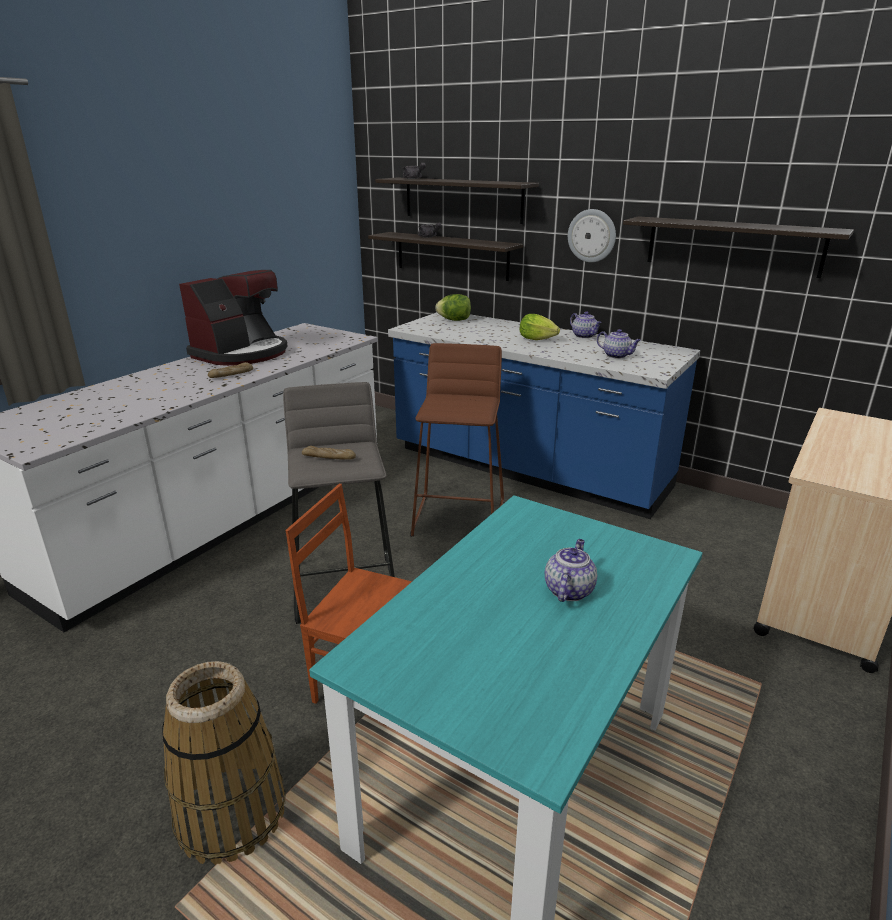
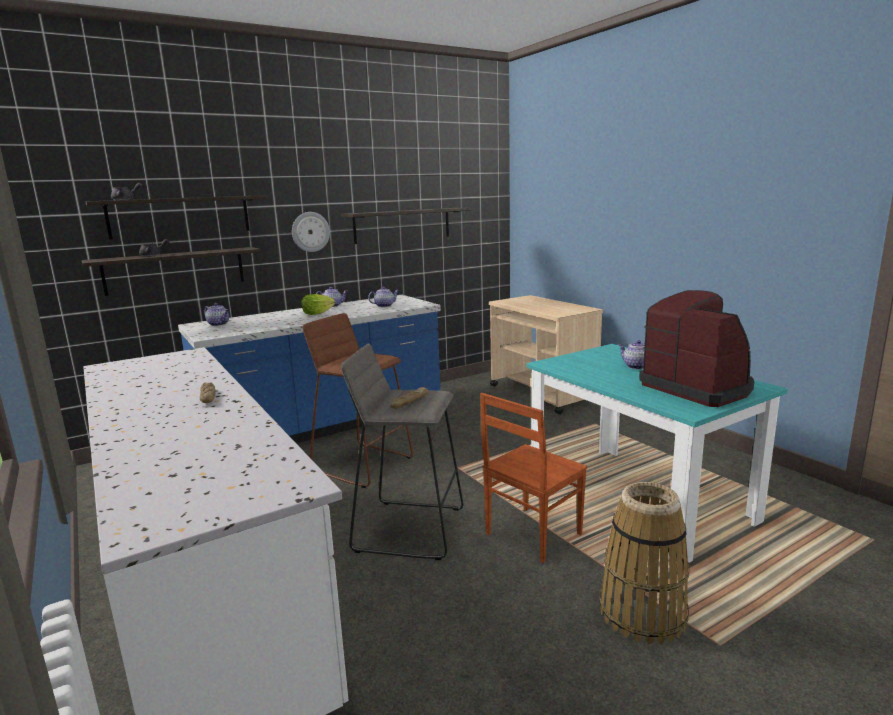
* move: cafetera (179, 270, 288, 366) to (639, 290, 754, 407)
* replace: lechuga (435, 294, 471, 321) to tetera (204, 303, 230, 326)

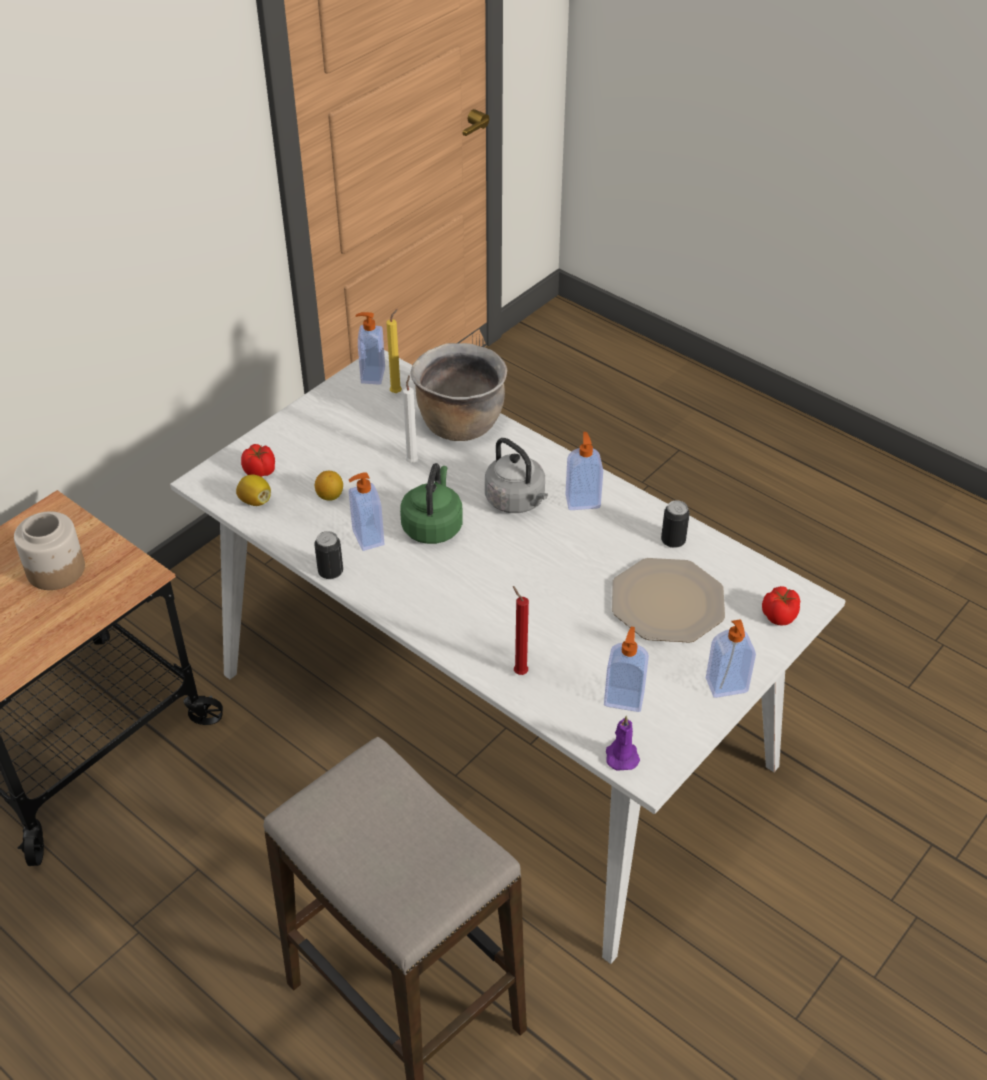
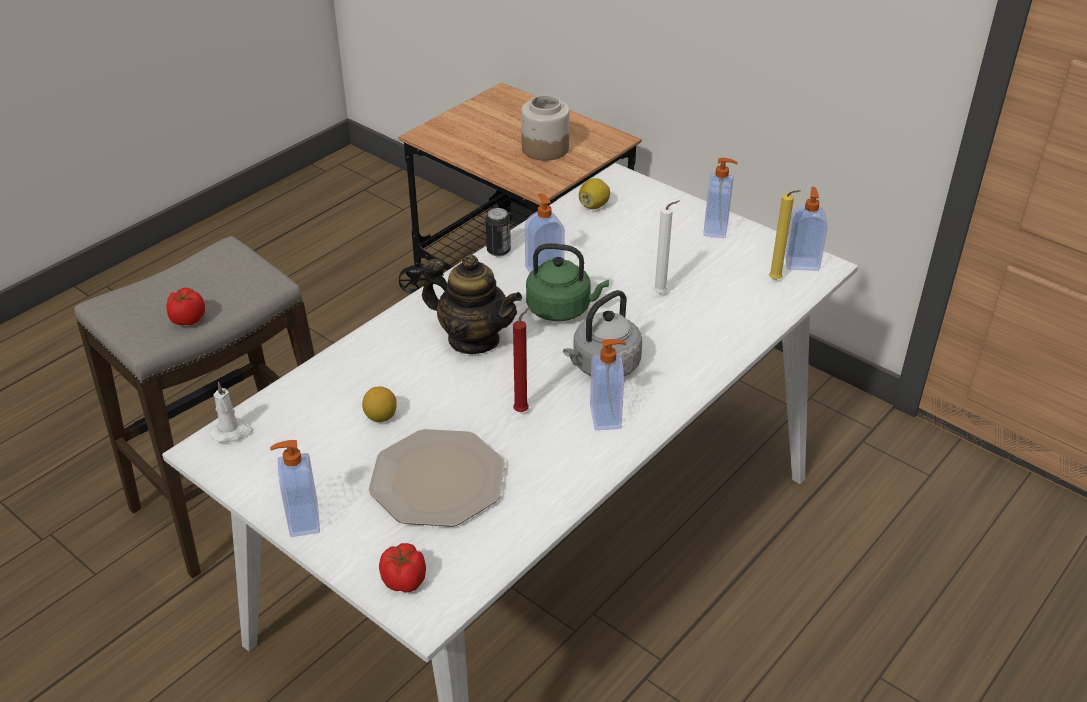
* move: tomate (241, 444, 275, 477) to (166, 288, 205, 325)
* move: limón (315, 471, 343, 501) to (362, 386, 397, 422)
* delete: olla/marrón (410, 343, 507, 441)
* move: vela/rojo (513, 586, 529, 675) to (513, 308, 529, 412)
* move: dispensador de jabón (604, 627, 649, 712) to (703, 158, 738, 238)
* recolor: vela/morado (606, 715, 640, 771) to vela/blanco (210, 382, 253, 443)
* delete: lata (661, 500, 690, 548)
* insert: tetera (422, 255, 522, 354)

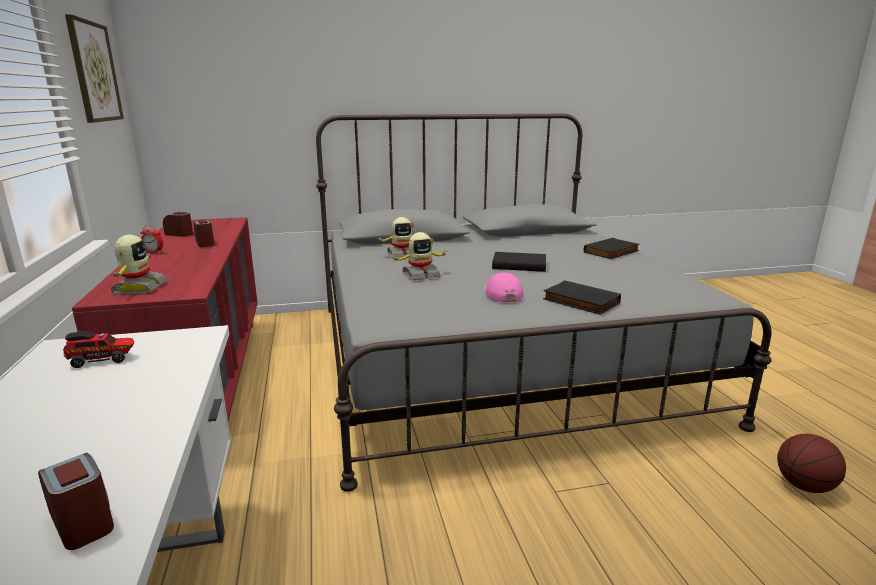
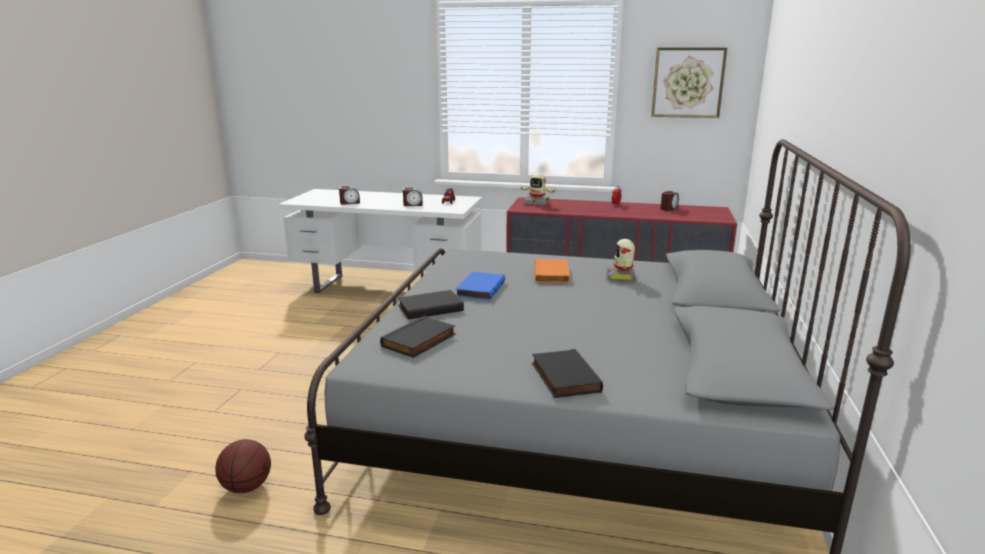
* move: despertador (193, 220, 215, 247) to (403, 188, 423, 206)
* replace: robot de juguete (393, 232, 447, 280) to libro/naranja (535, 259, 570, 283)
* replace: gorra/rosa (485, 273, 524, 302) to libro/azul (456, 272, 505, 301)
* move: libro/negro (492, 252, 546, 272) to (380, 316, 456, 358)

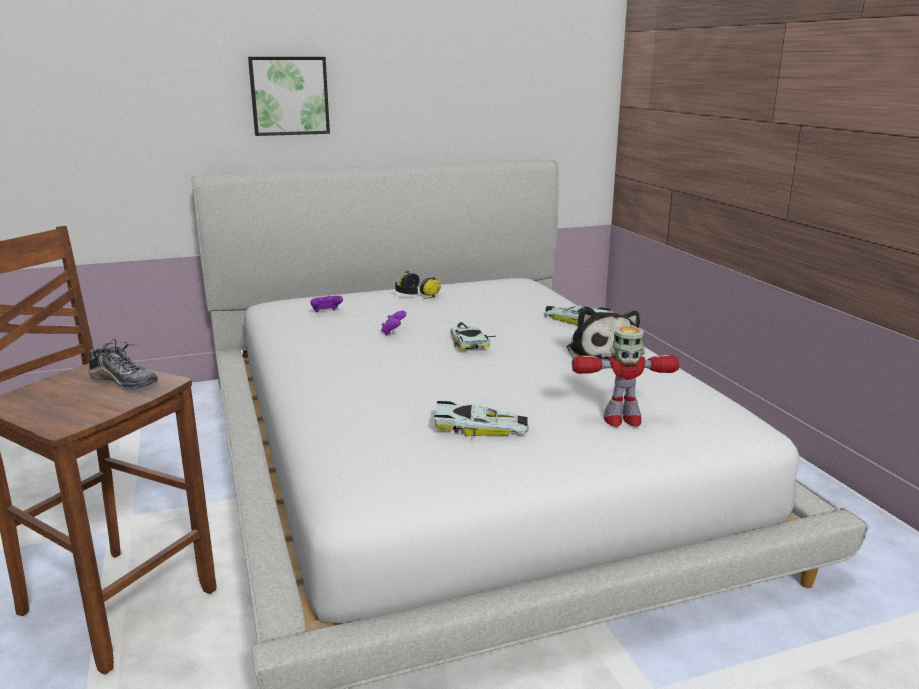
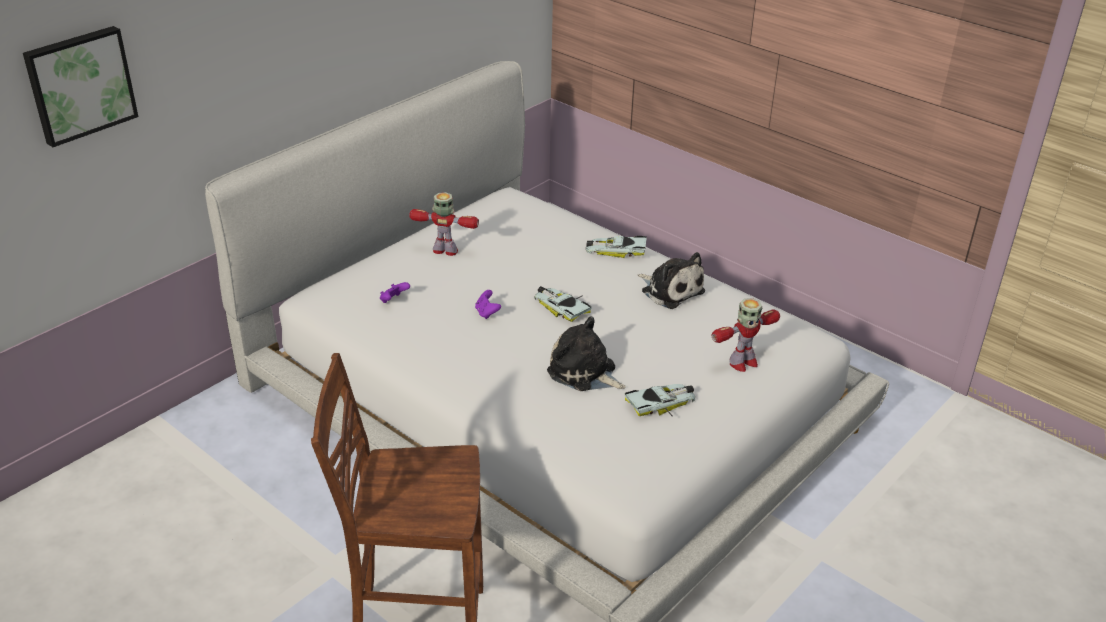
* delete: zapato (89, 339, 158, 390)
* move: cuadro (248, 57, 330, 136) to (23, 26, 138, 147)
* replace: auriculares (395, 271, 441, 299) to robot de juguete (409, 192, 479, 256)
* insert: peluche (547, 316, 626, 391)

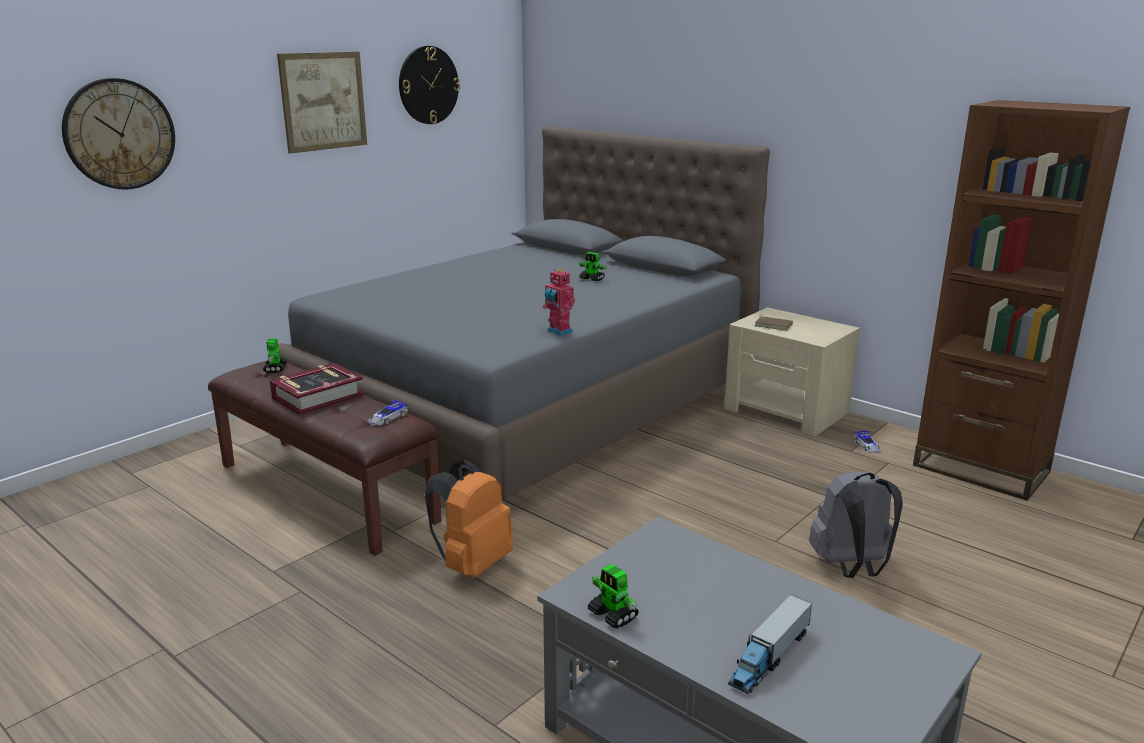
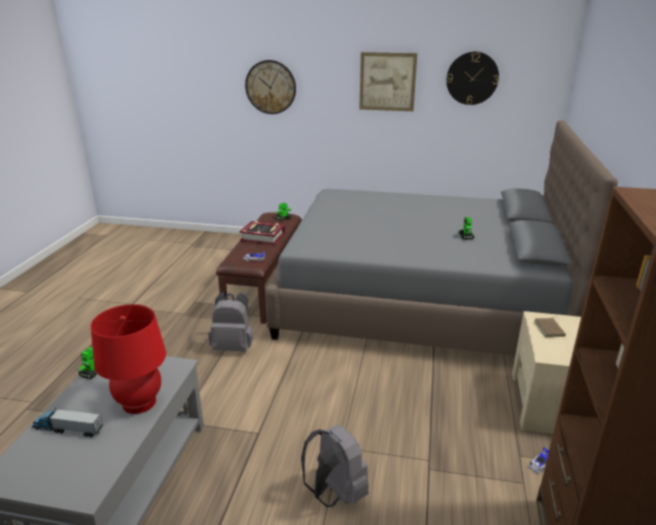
* recolor: mochila/naranja (425, 461, 513, 578) to mochila/gris (208, 292, 253, 351)
* delete: robot de juguete (543, 269, 575, 336)
* insert: lámpara de mesa/rojo (91, 304, 166, 414)

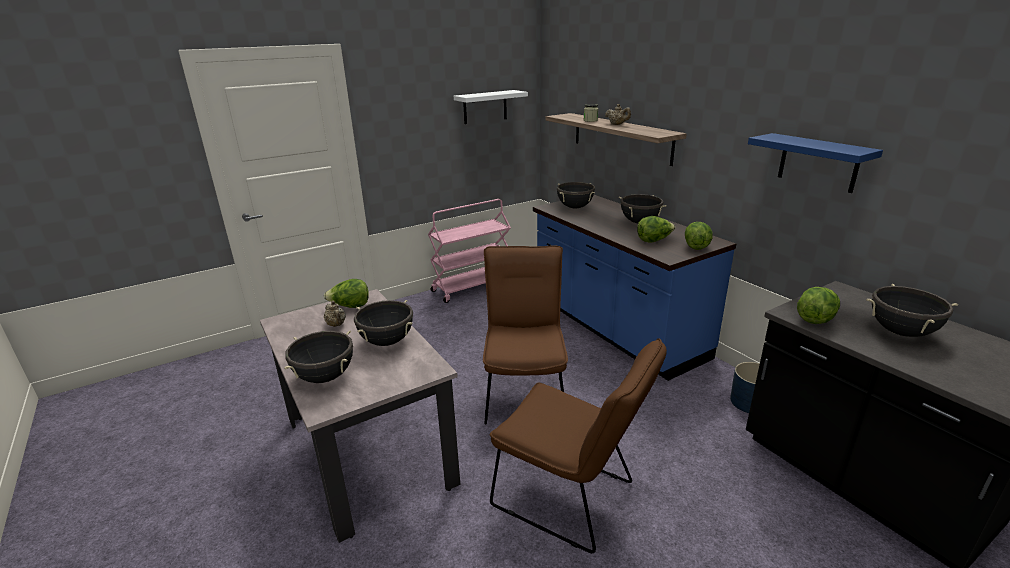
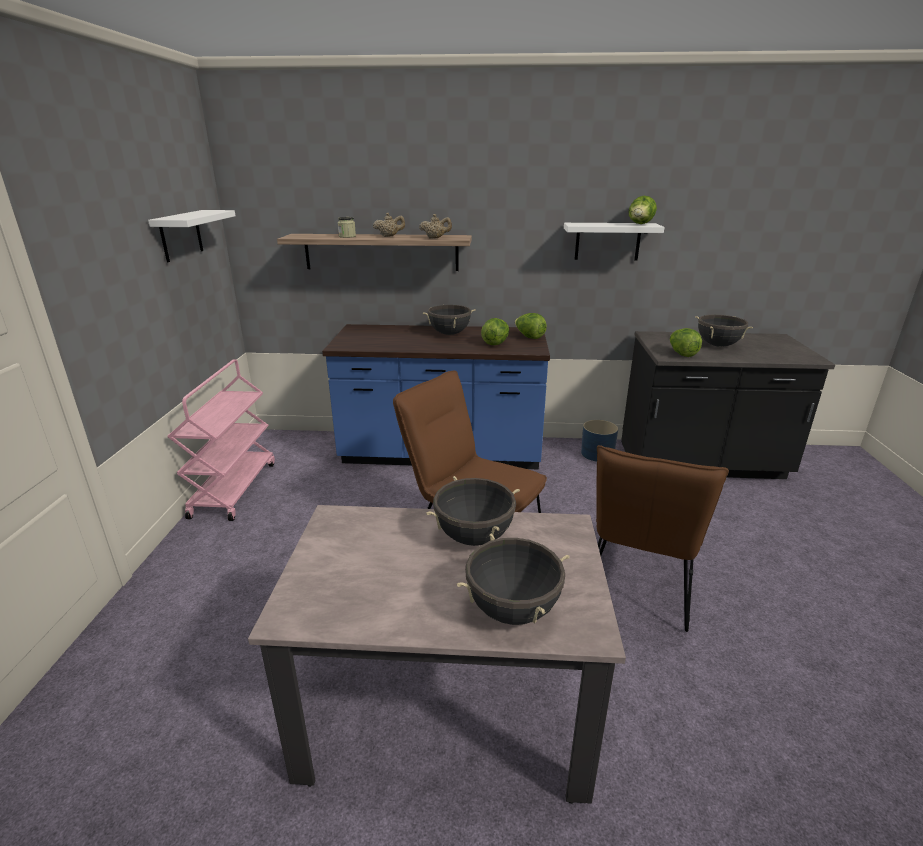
* move: lechuga (324, 279, 369, 308) to (628, 196, 657, 224)
* move: tetera/beis (324, 301, 346, 327) to (419, 214, 452, 239)
* rotate: silla/marrón (490, 338, 667, 553) = (596, 445, 729, 632) 135 degrees clockwise
* delete: olla/negro (557, 182, 595, 209)
* recolor: estante/azul (748, 133, 883, 193) to estante/blanco (564, 223, 665, 260)

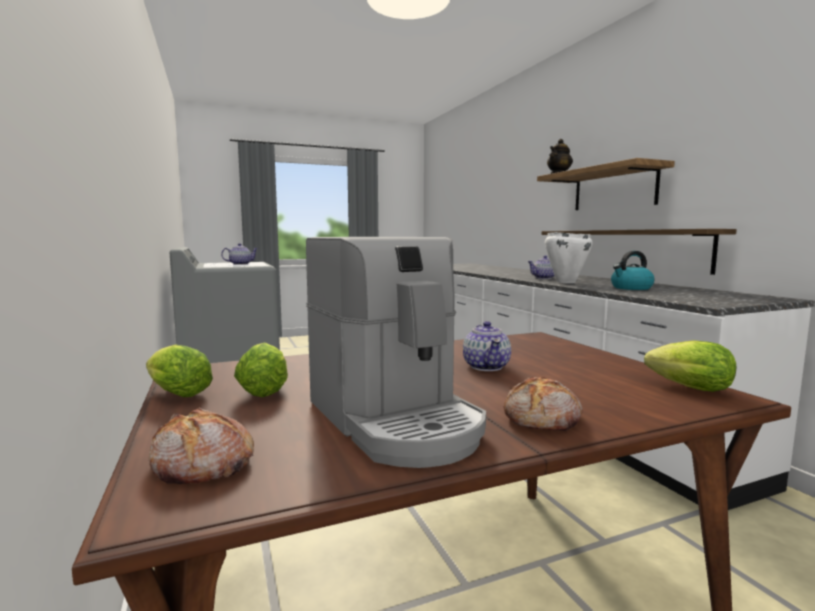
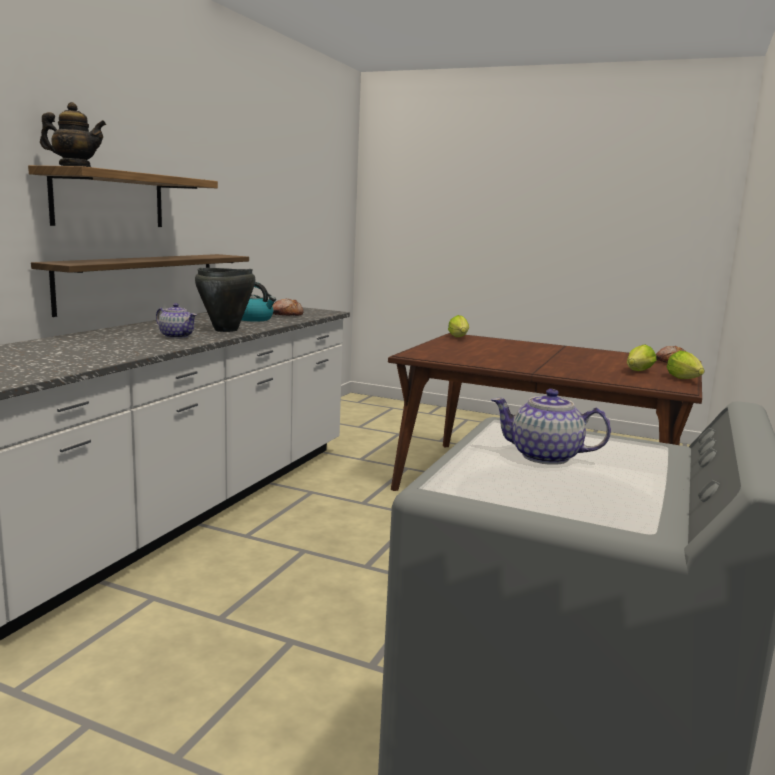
* delete: cafetera (306, 237, 486, 468)
* delete: tetera (463, 321, 511, 371)
* move: pan (504, 376, 583, 431) to (272, 299, 304, 316)
* recolor: olla/blanco (545, 232, 593, 283) to olla/negro (195, 268, 256, 332)

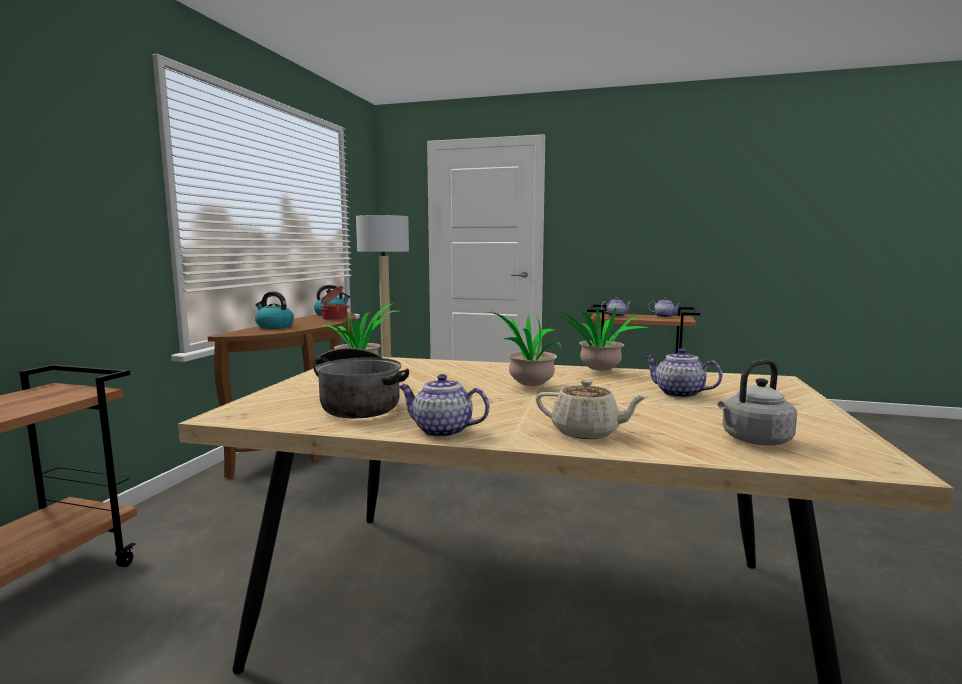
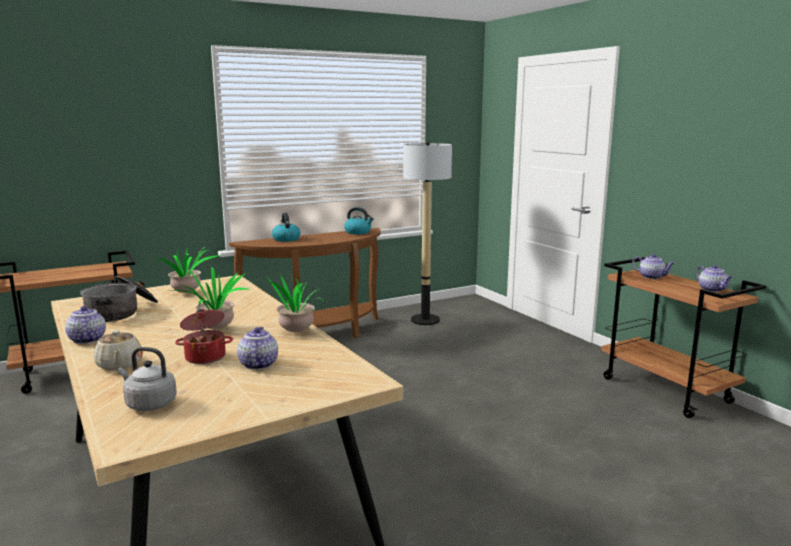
* move: olla (319, 286, 350, 320) to (175, 309, 233, 364)

